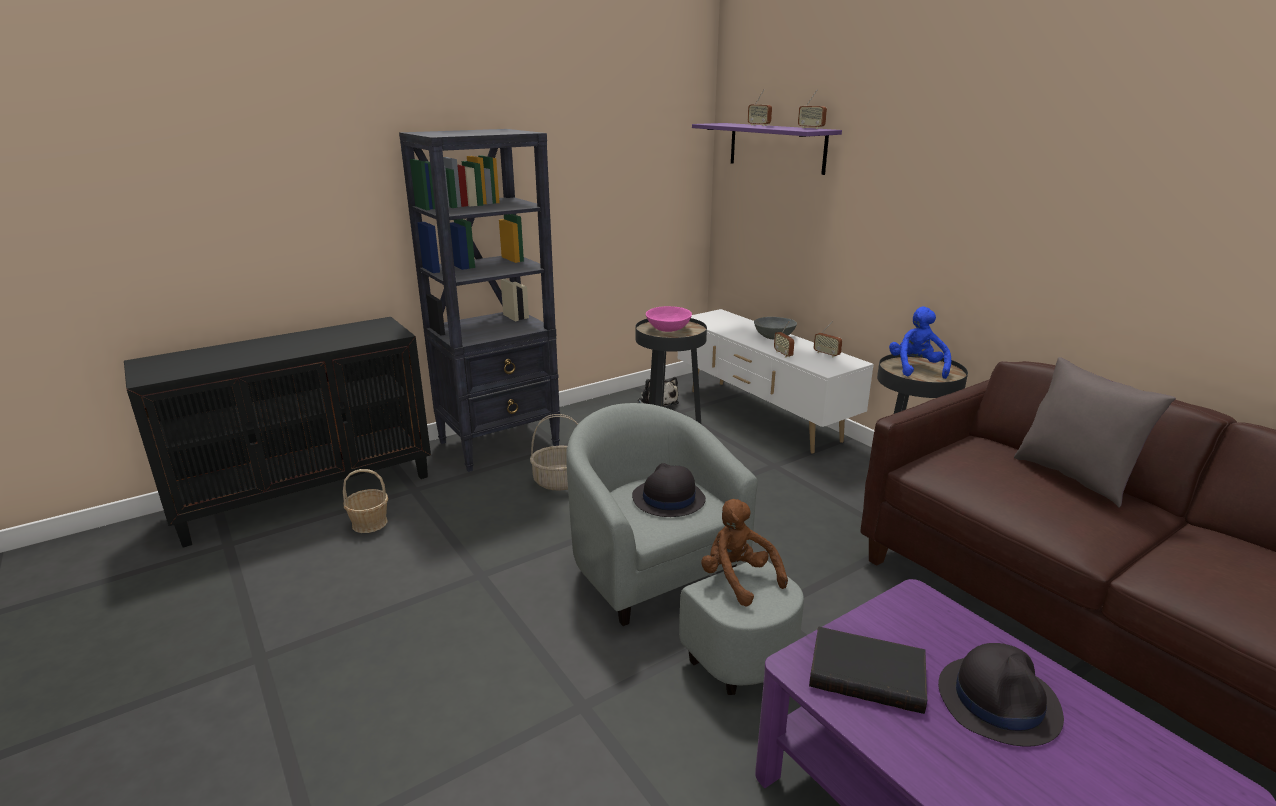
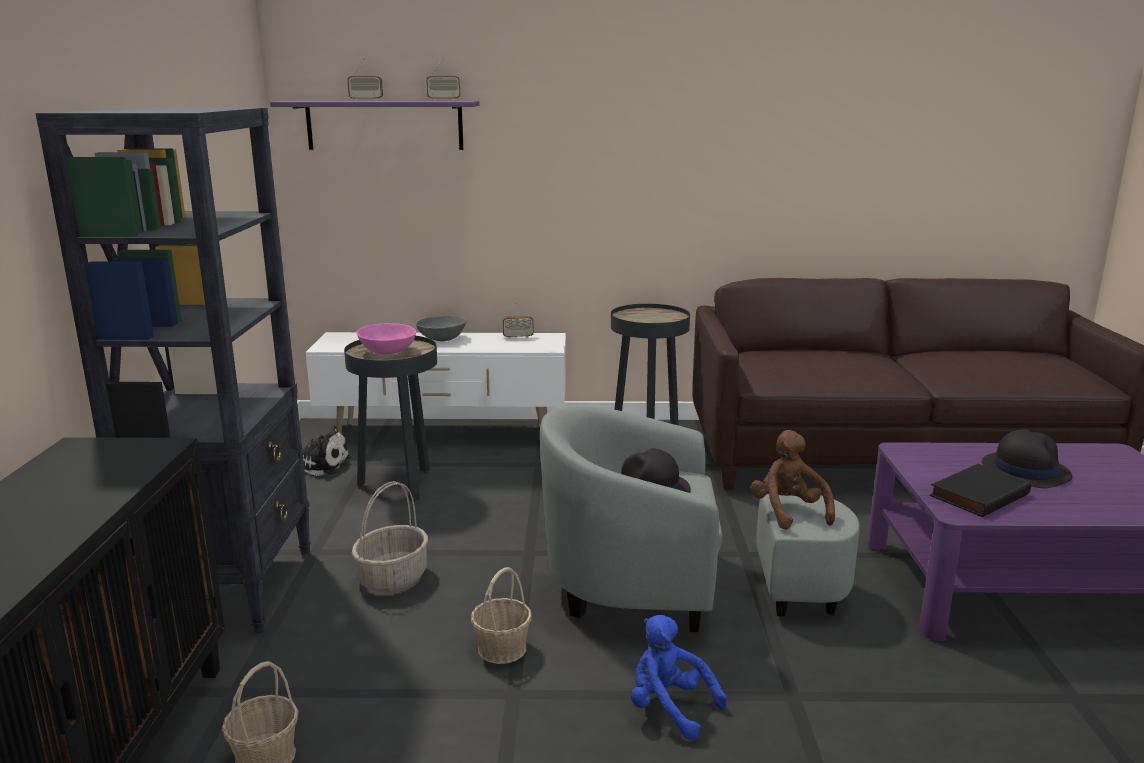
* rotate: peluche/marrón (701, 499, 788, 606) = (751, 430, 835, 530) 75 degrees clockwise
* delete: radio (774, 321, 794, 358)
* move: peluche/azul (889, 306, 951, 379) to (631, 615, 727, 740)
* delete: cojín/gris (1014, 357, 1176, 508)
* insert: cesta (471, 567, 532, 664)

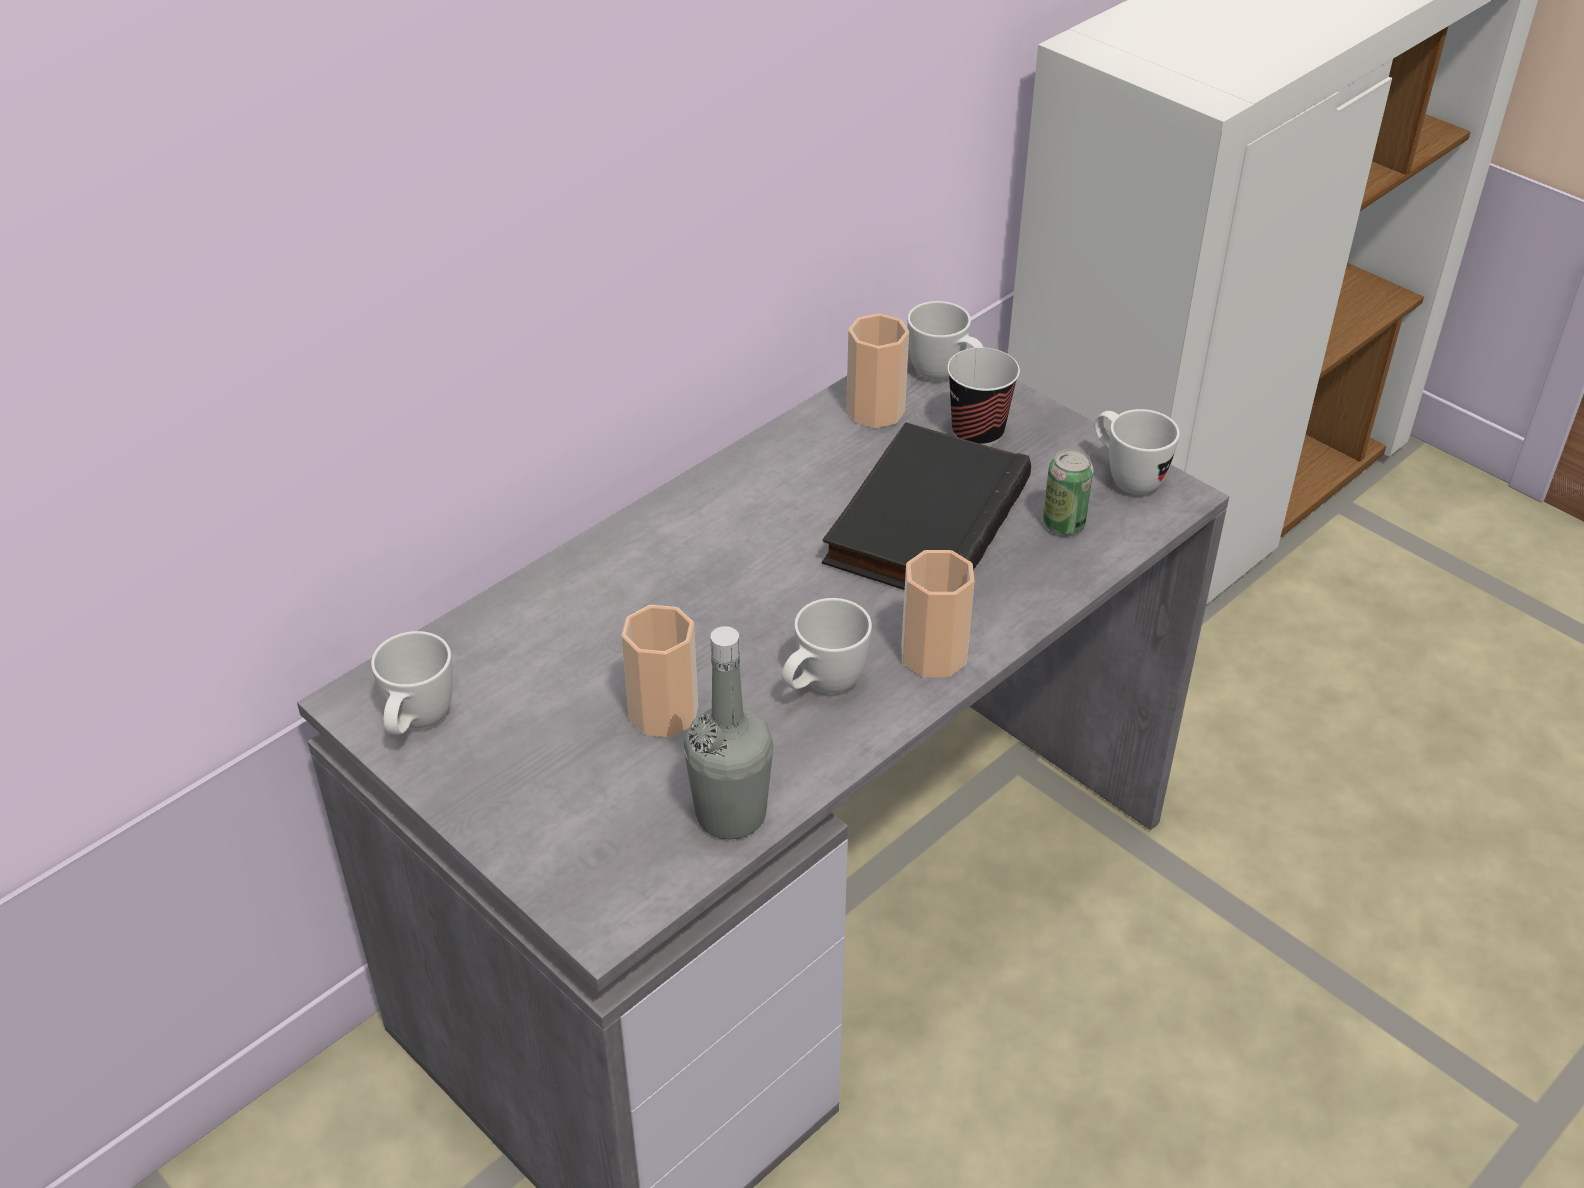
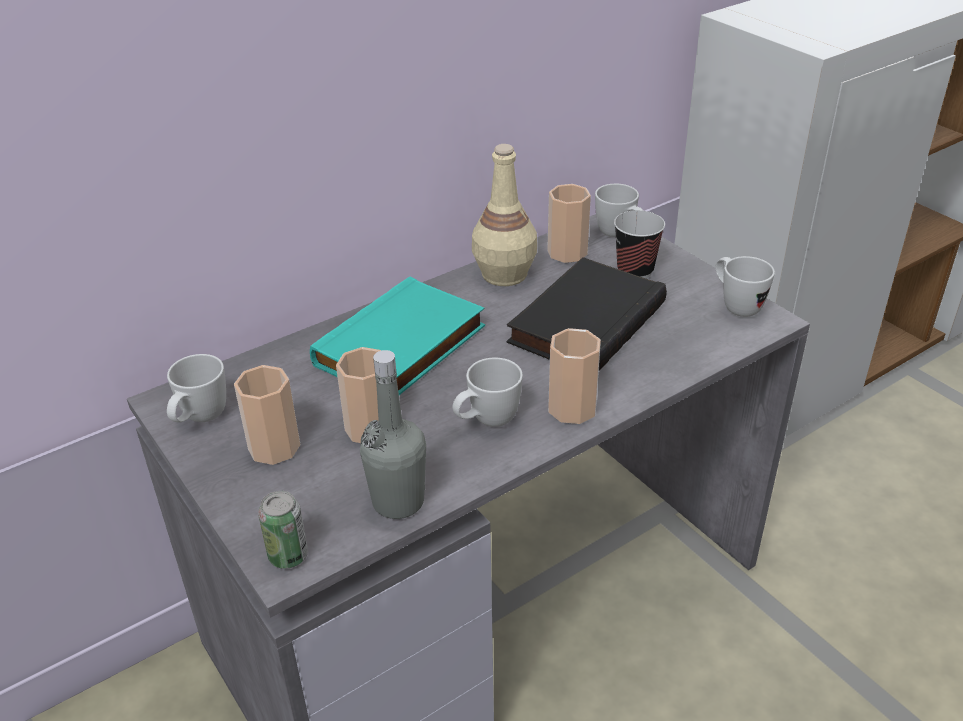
* move: lata (1043, 448, 1094, 535) to (258, 491, 308, 569)
* insert: taza (234, 365, 300, 465)
* insert: libro/turquesa (310, 277, 485, 395)
* insert: botella/beis (472, 144, 537, 286)

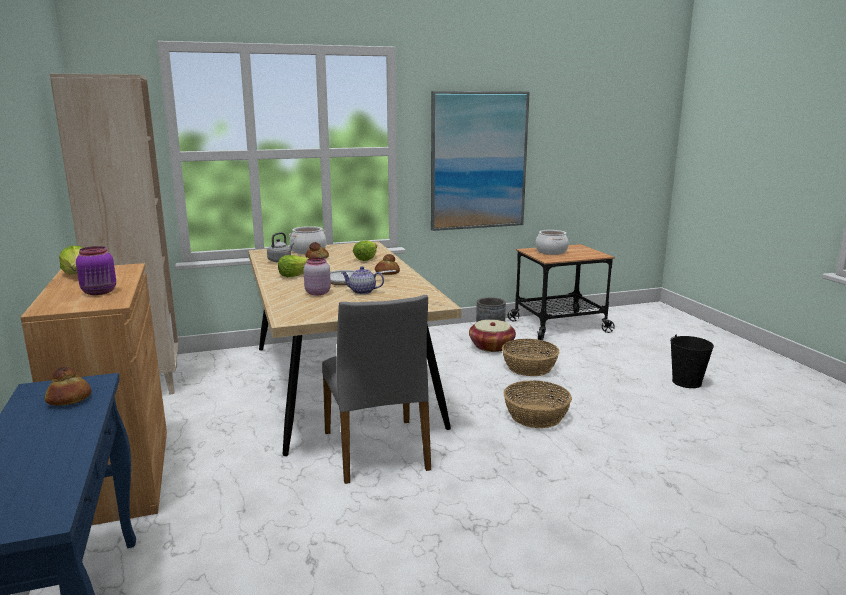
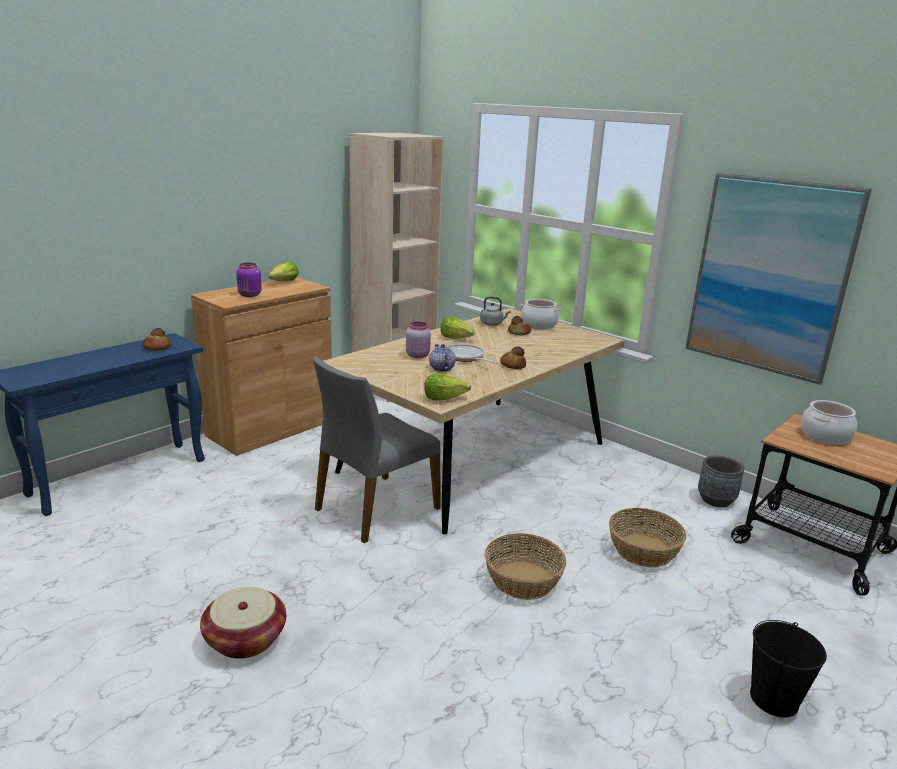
* move: lechuga (353, 241, 377, 261) to (424, 373, 471, 401)
* move: cesta (469, 320, 516, 352) to (200, 587, 286, 659)

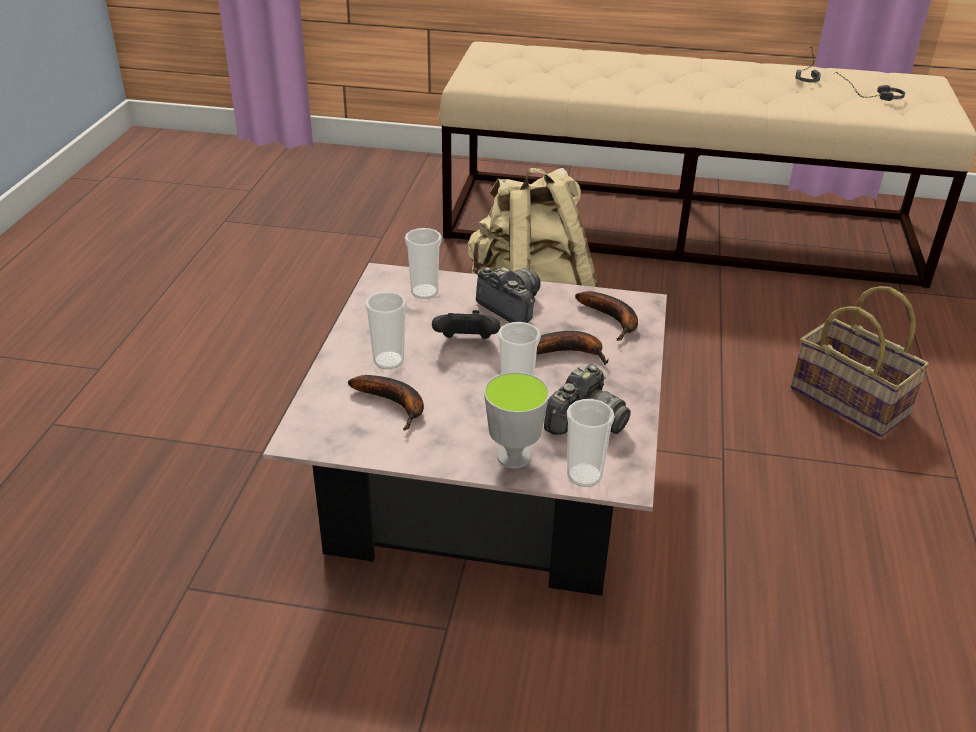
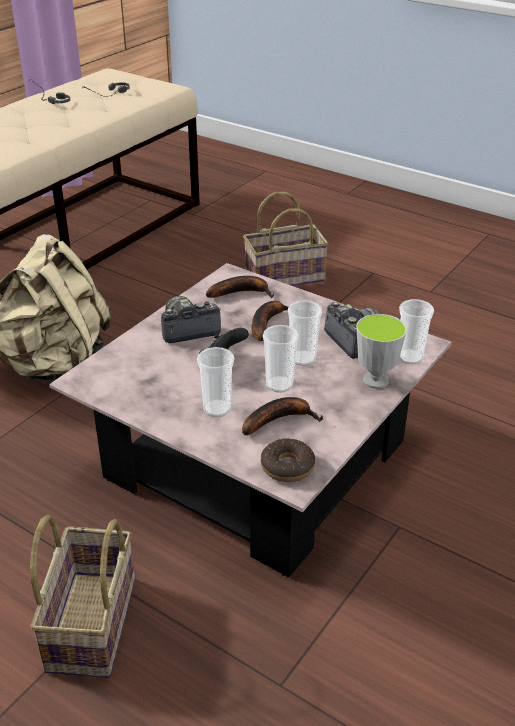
* move: taza (405, 228, 442, 299) to (263, 325, 299, 393)
* insert: cesta (30, 514, 135, 678)
* insert: rosquilla (261, 439, 315, 482)

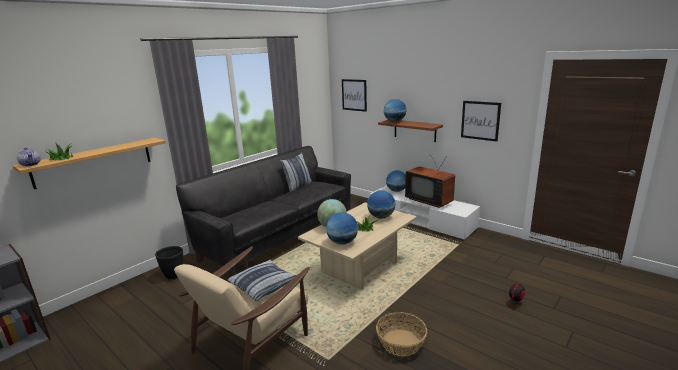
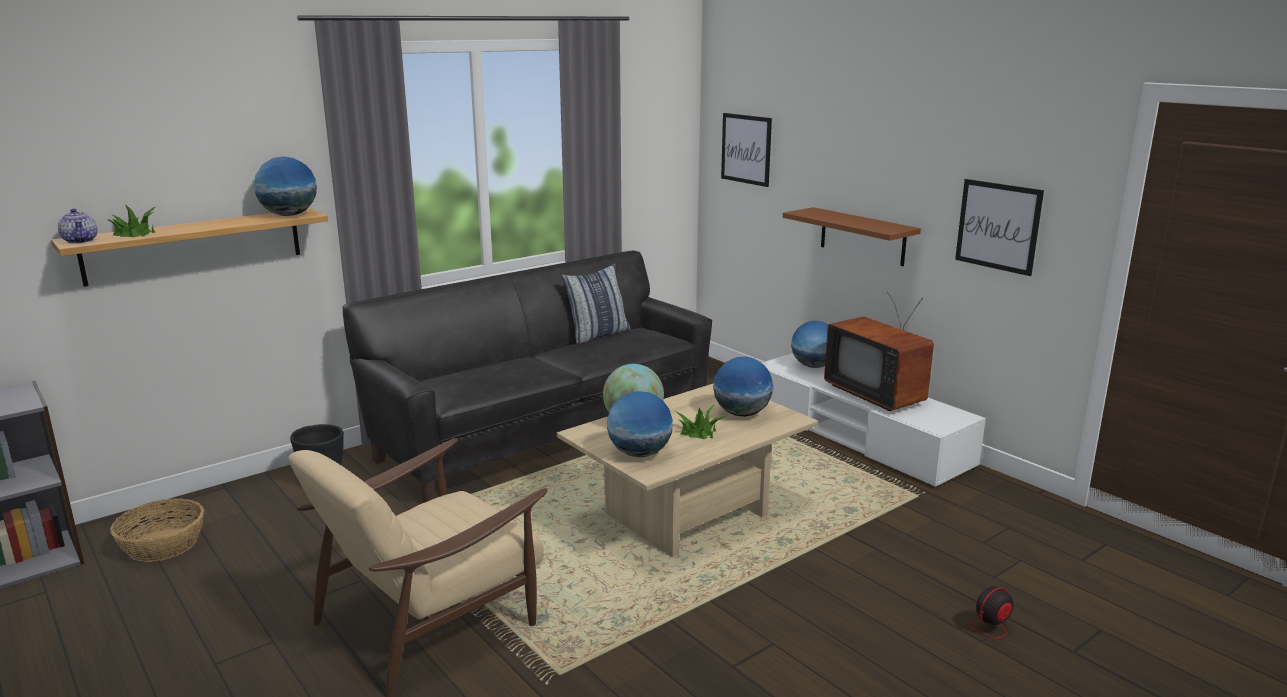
* delete: cojín (227, 260, 297, 301)
* move: cesta (376, 312, 427, 357) to (110, 499, 204, 562)
* move: globo terráqueo (384, 99, 406, 122) to (254, 157, 317, 216)

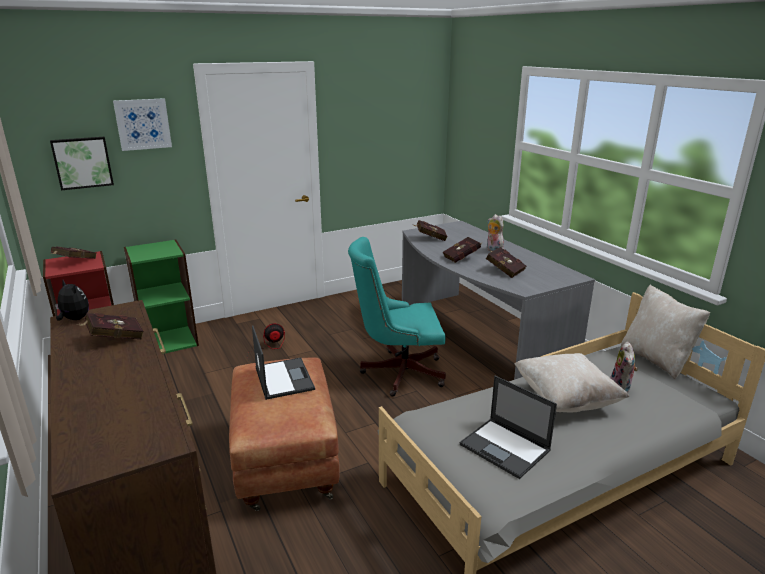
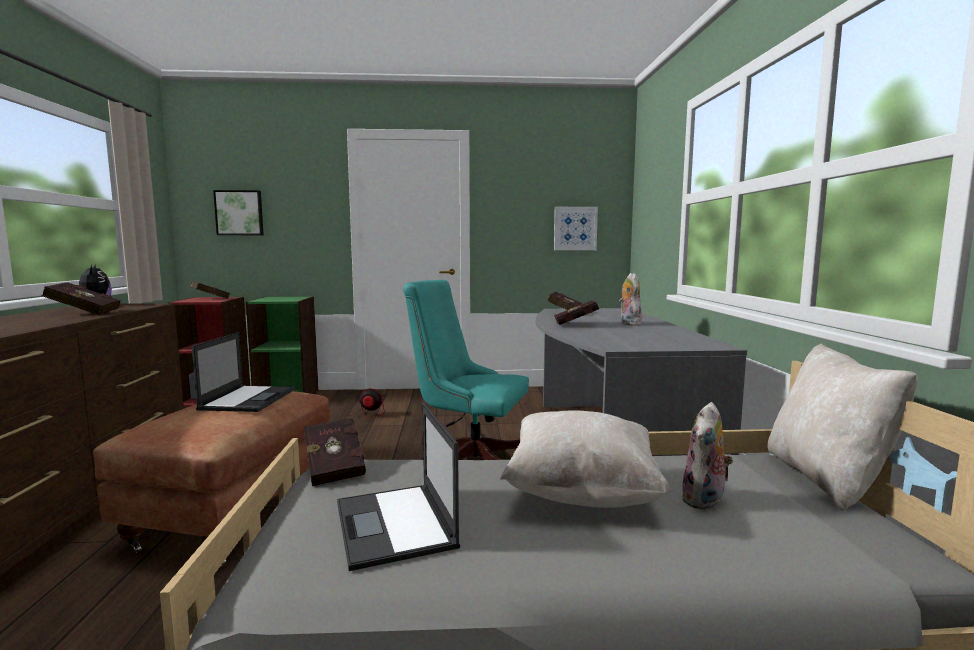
* move: cuadro (113, 98, 172, 151) to (554, 207, 598, 250)
* move: libro/rojo (486, 247, 526, 278) to (304, 418, 366, 486)

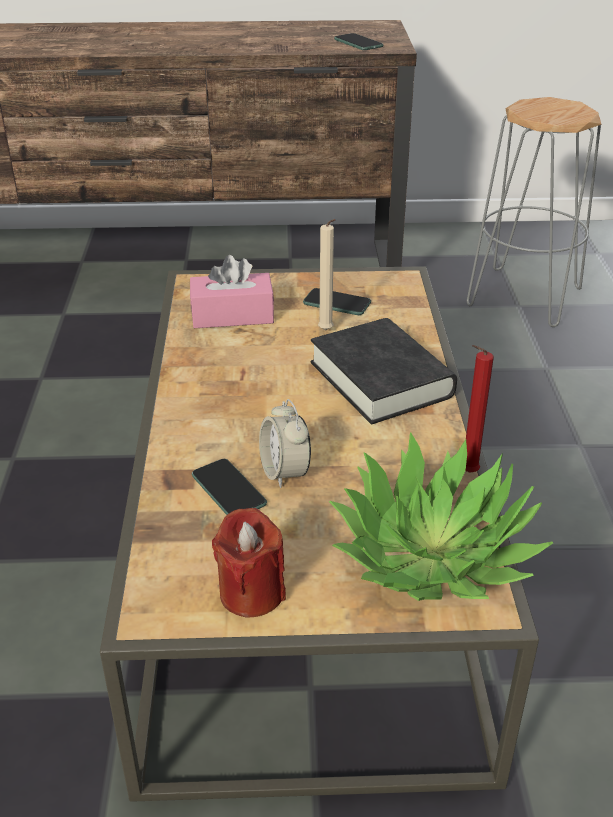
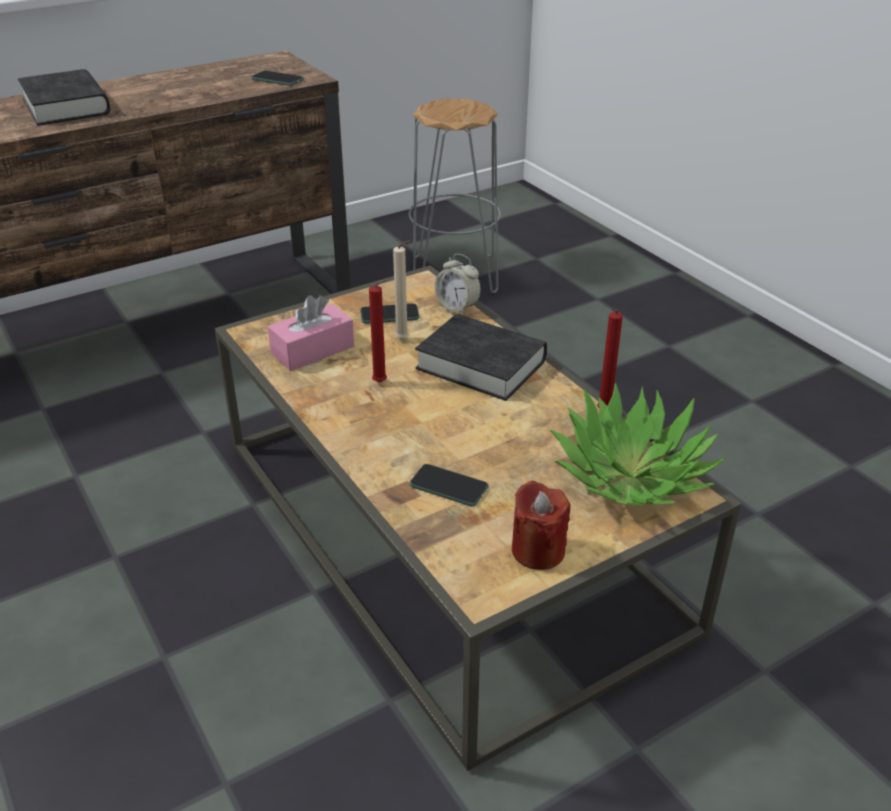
* move: despertador (259, 399, 311, 488) to (434, 254, 481, 315)
* insert: libro/negro (18, 69, 110, 126)
* insert: vela/rojo (369, 280, 387, 383)

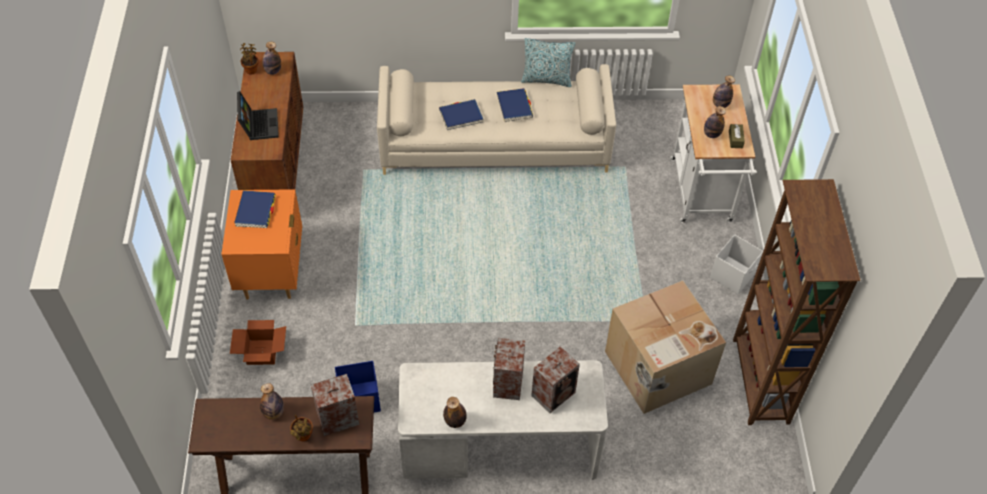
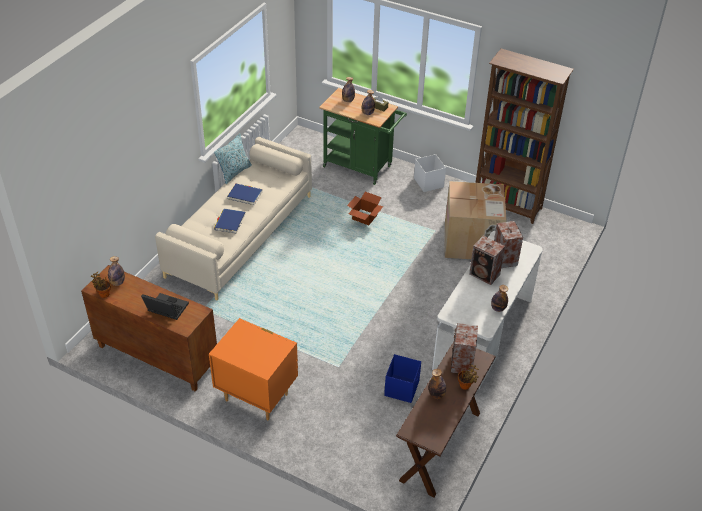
* move: caja de cartón (230, 320, 286, 365) to (347, 192, 383, 225)
* delete: libro/azul (234, 190, 276, 228)
* recolor: carrito/blanco (670, 84, 757, 223) to carrito/verde (319, 88, 407, 185)

